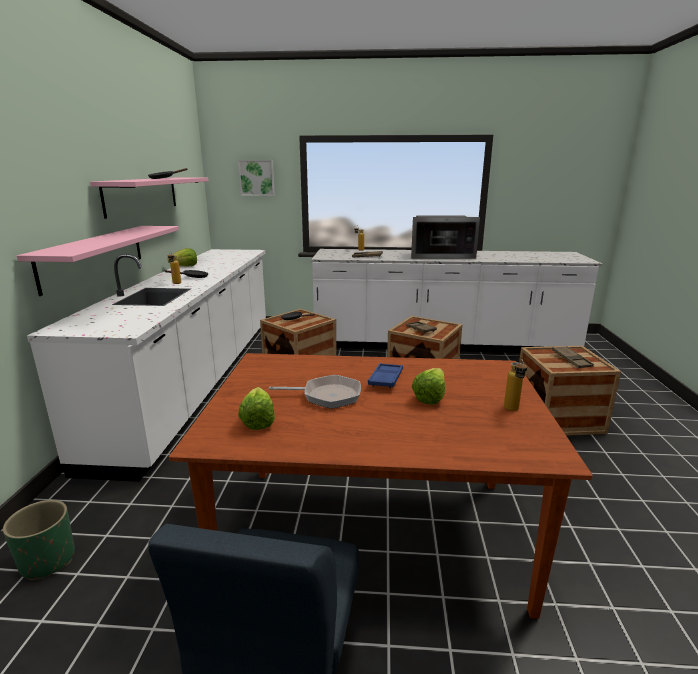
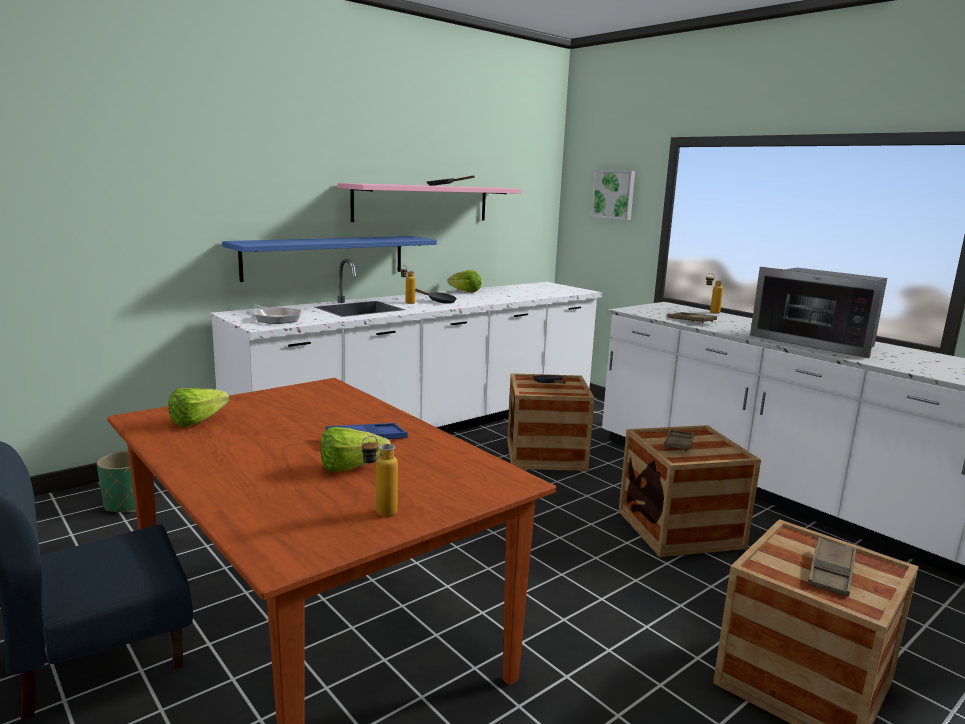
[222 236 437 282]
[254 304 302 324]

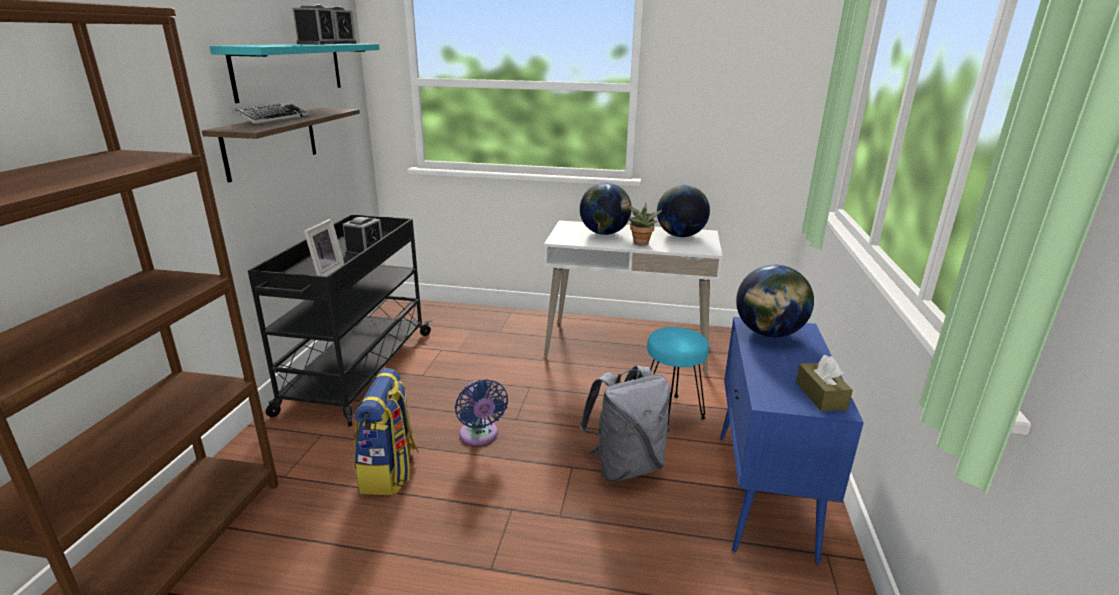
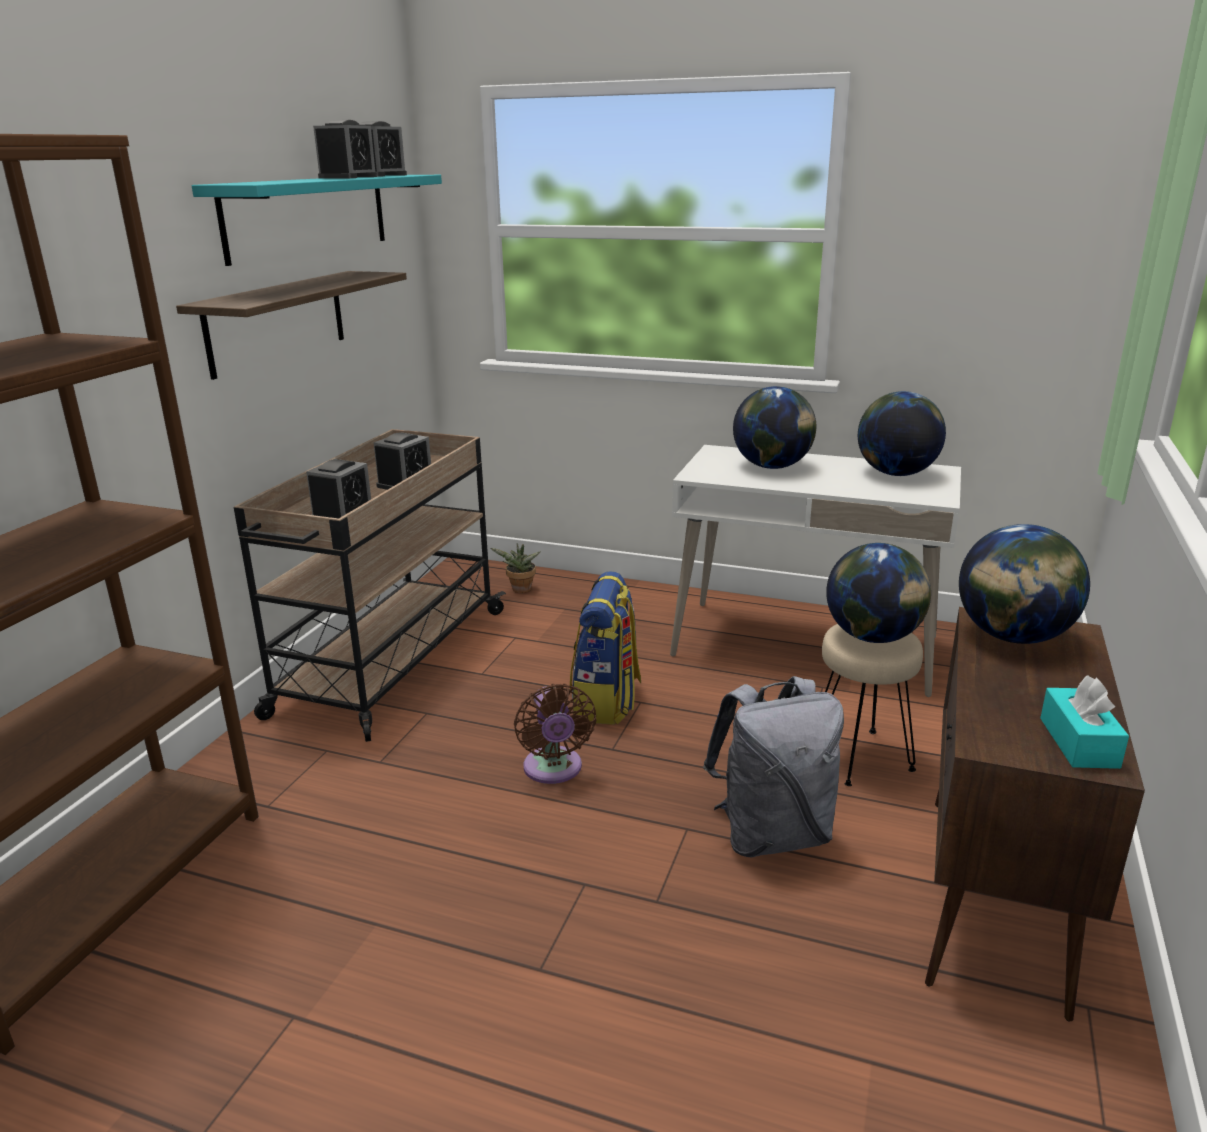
[233 102 309 124] (first image)
[234 429 506 742]
[306 459 371 518]
[570 571 641 725]
[514 684 597 784]
[490 543 541 593]
[822 624 923 786]
[925 607 1145 1022]
[1040 675 1129 769]
[826 543 931 643]

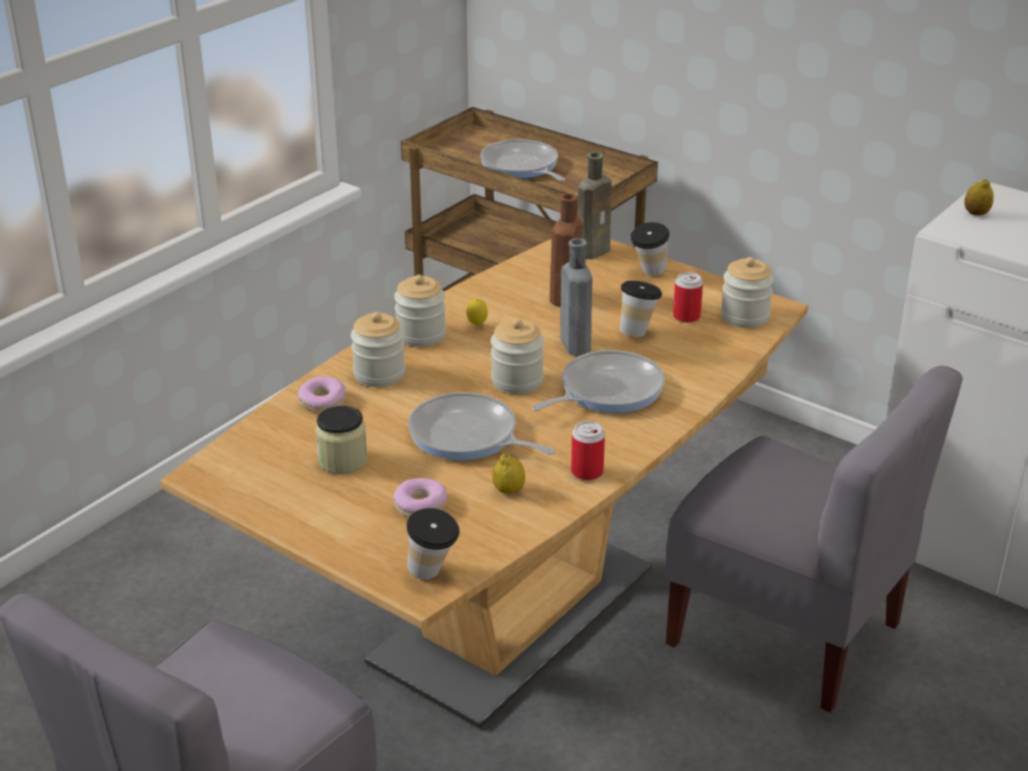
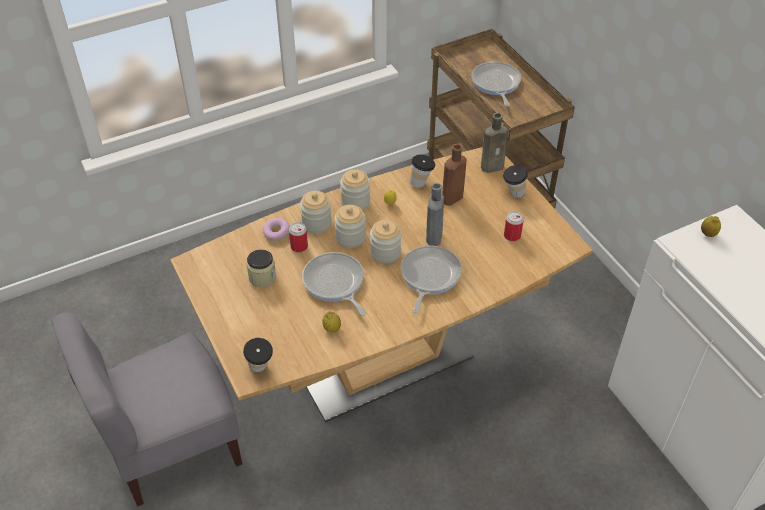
[394 478 447 517] (first image)
[401 246 462 313]
[289 222 308 252]
[410 155 435 188]
[666 366 963 712] (first image)
[334 205 366 248]

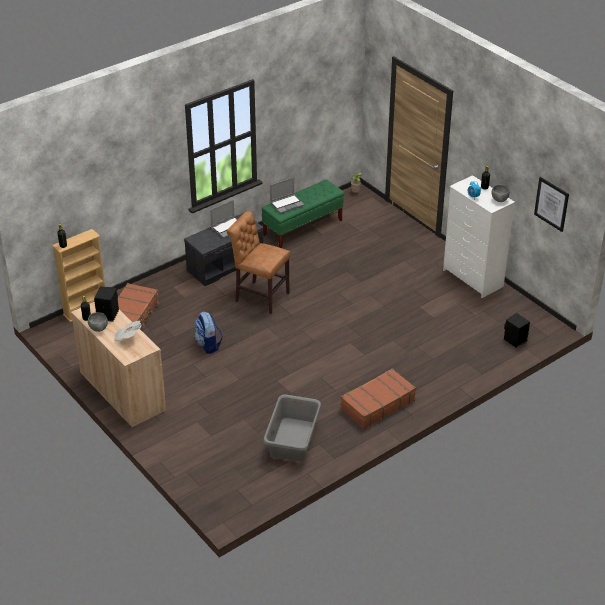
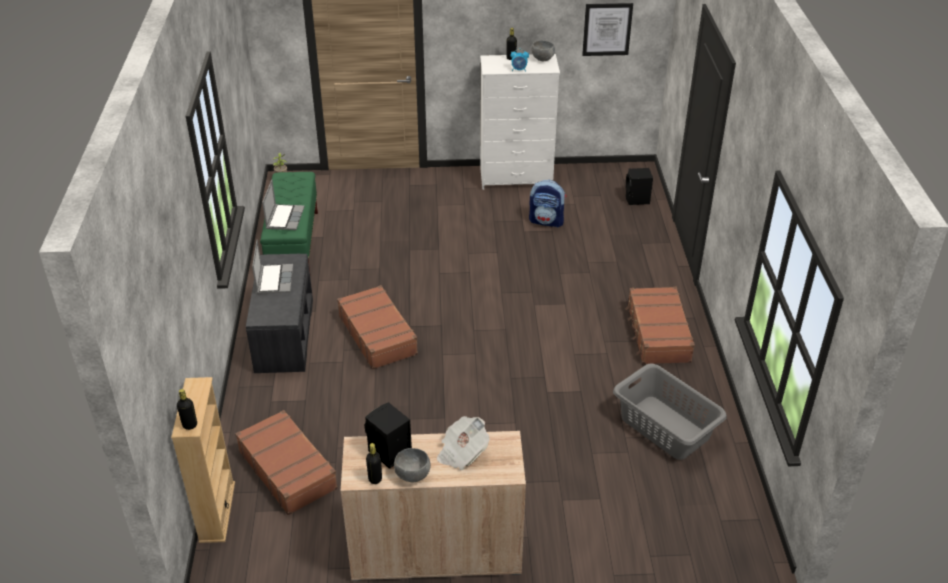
[529 180 566 227]
[337 285 418 370]

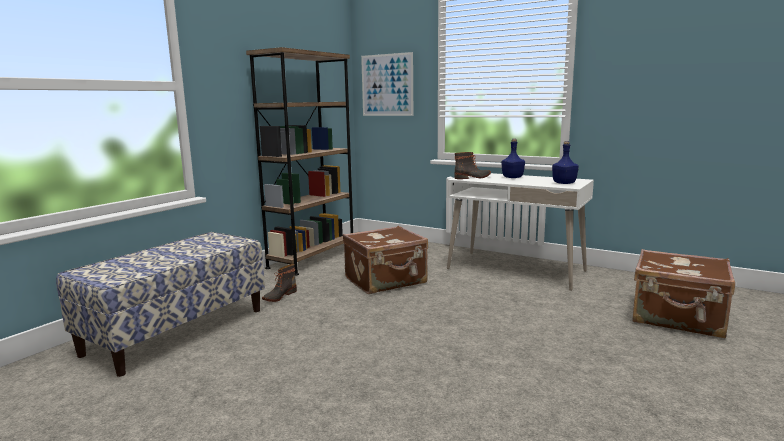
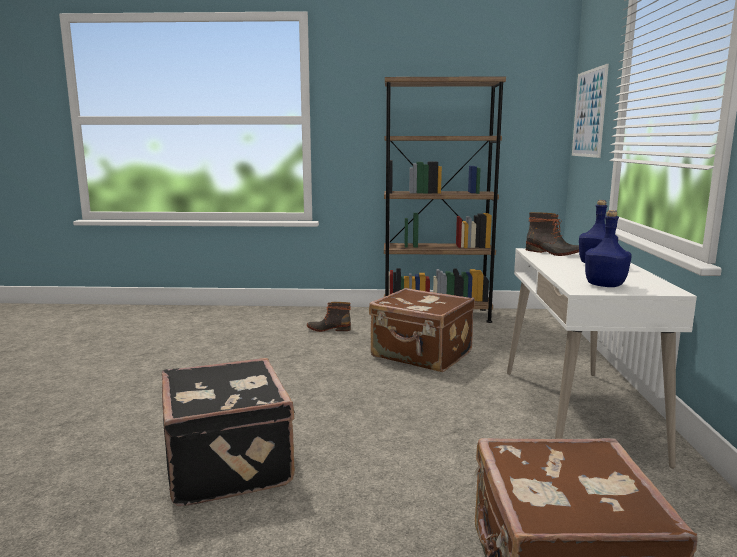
[56 232 265 377] (first image)
[162 358 295 506]

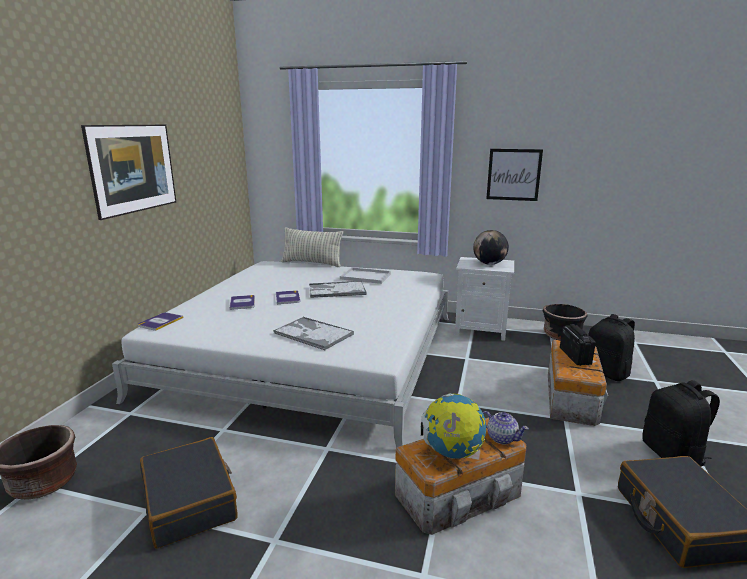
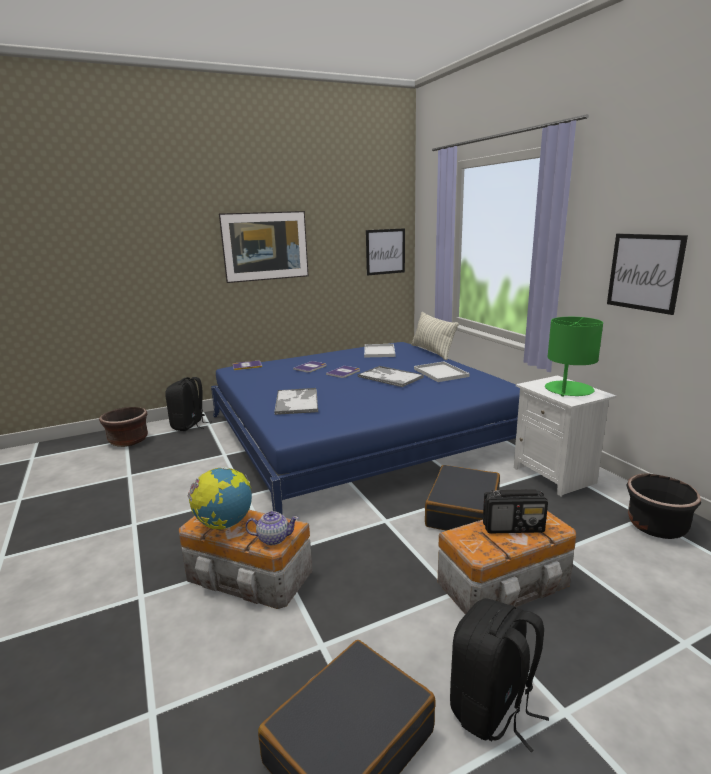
[211 342 520 515]
[425 465 500 531]
[545 317 603 396]
[245 511 299 545]
[483 489 548 533]
[165 377 209 431]
[364 344 395 358]
[366 228 405 276]

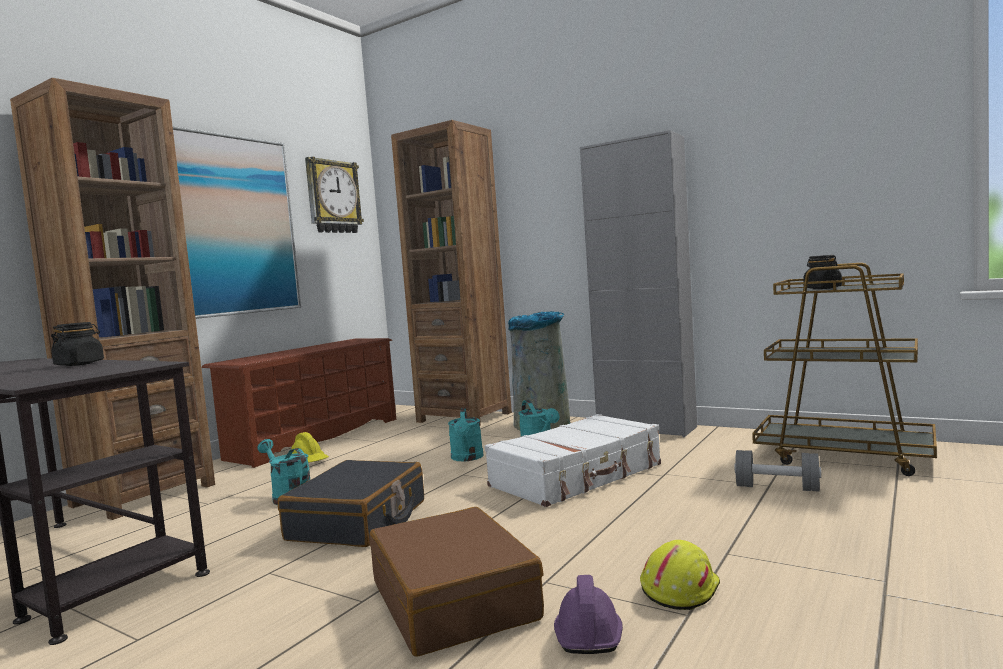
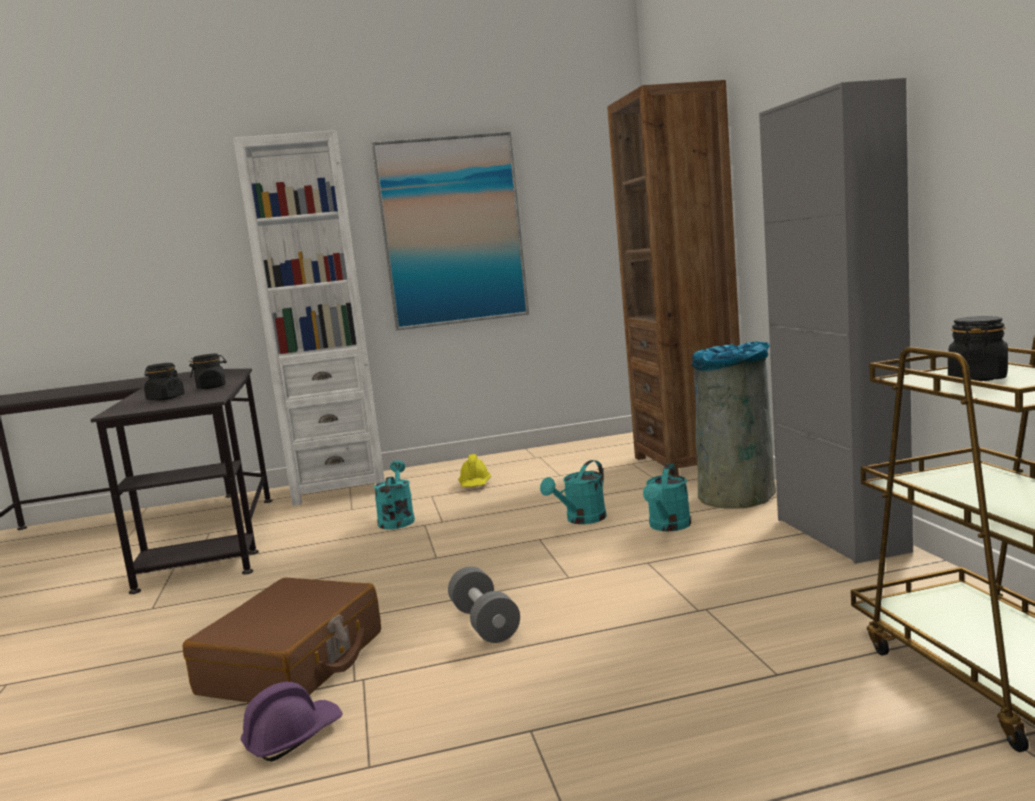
[233 130 385 506]
[201 338 396 468] (first image)
[278 460 424 547] (first image)
[305 157 364 233] (first image)
[485 414 661 507] (first image)
[640 540 720 610] (first image)
[448 566 520 643]
[144 363 185 400]

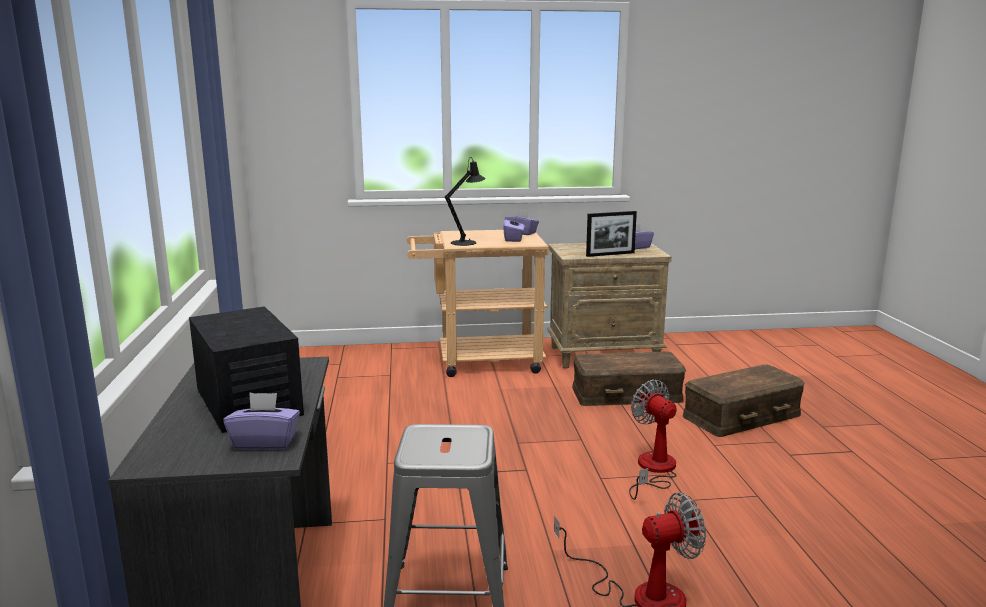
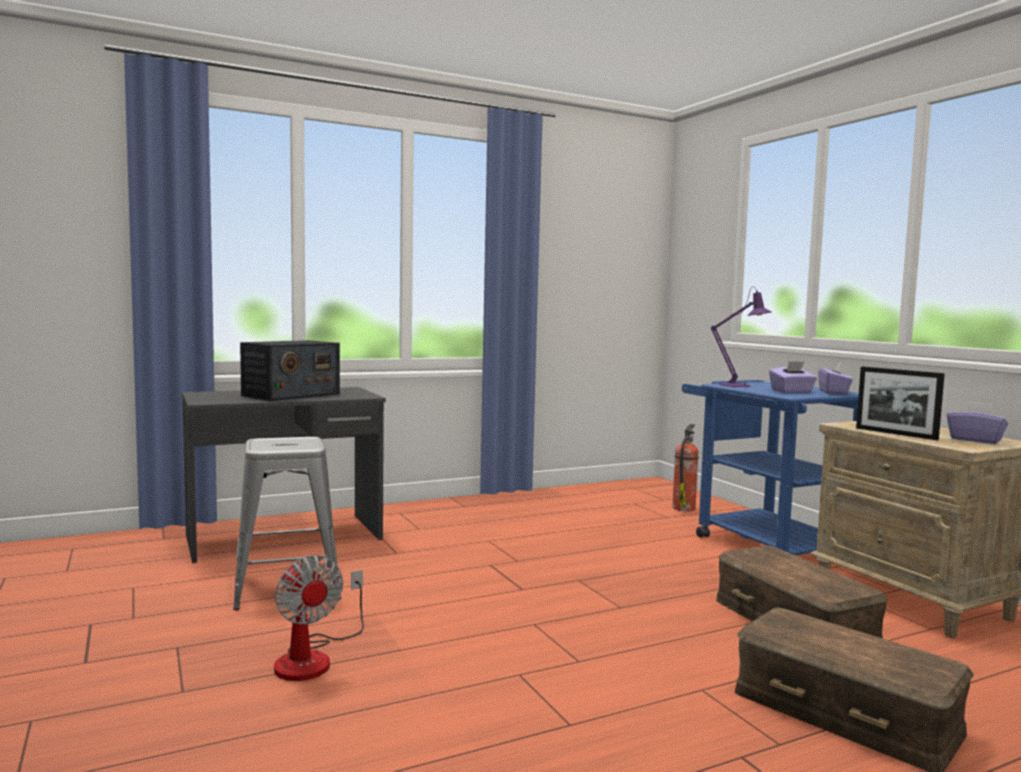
[223 392 300 450] (first image)
[682 380 859 555]
[711 287 771 387]
[629 380 677 500] (first image)
[672 424 699 511]

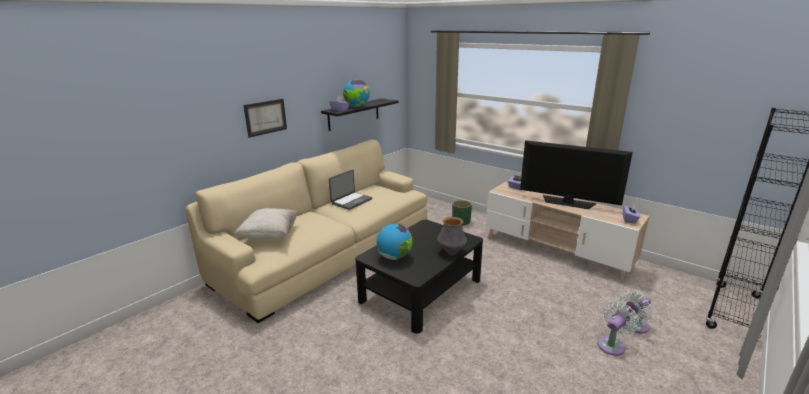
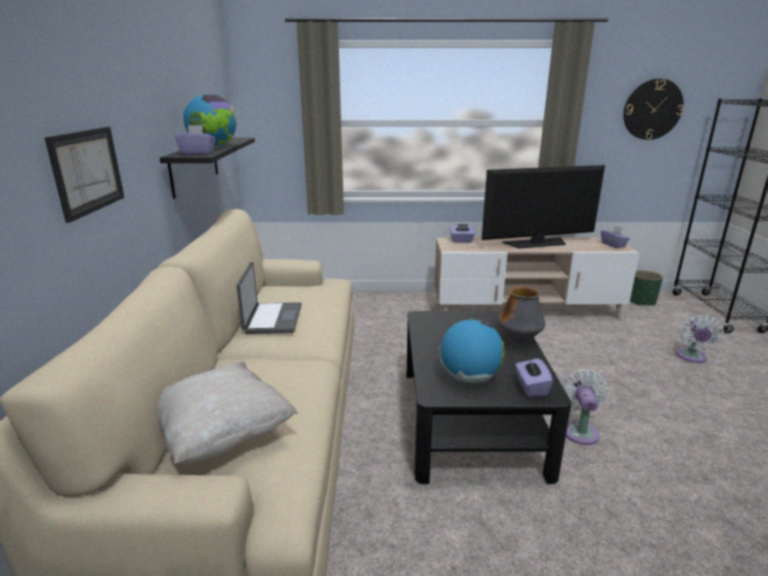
[630 270 663 306]
[561 369 609 445]
[515 358 553 397]
[623 79 684 140]

